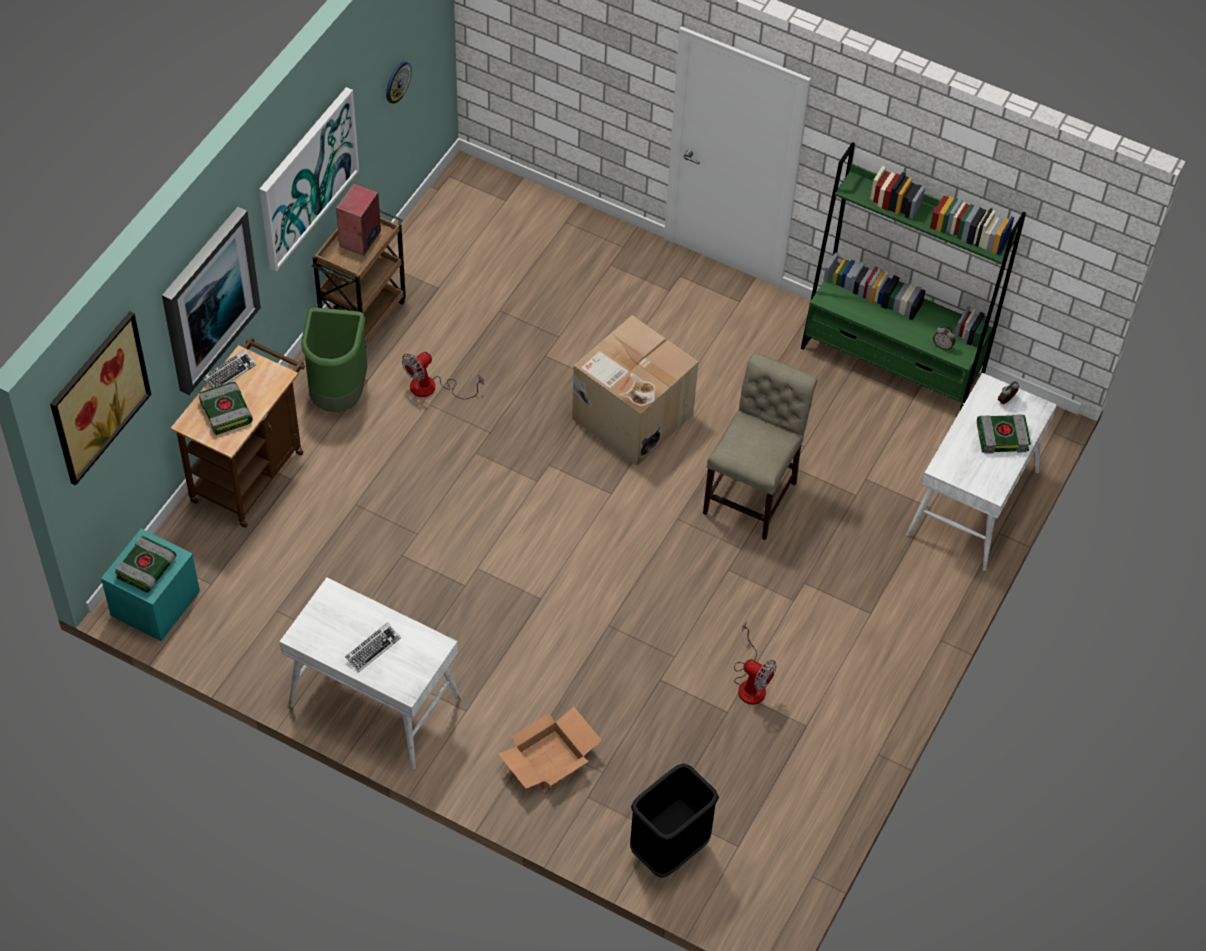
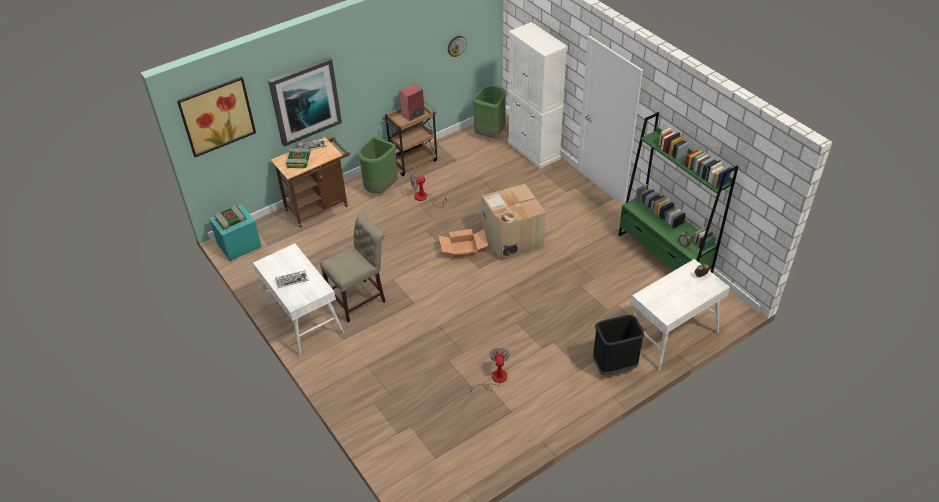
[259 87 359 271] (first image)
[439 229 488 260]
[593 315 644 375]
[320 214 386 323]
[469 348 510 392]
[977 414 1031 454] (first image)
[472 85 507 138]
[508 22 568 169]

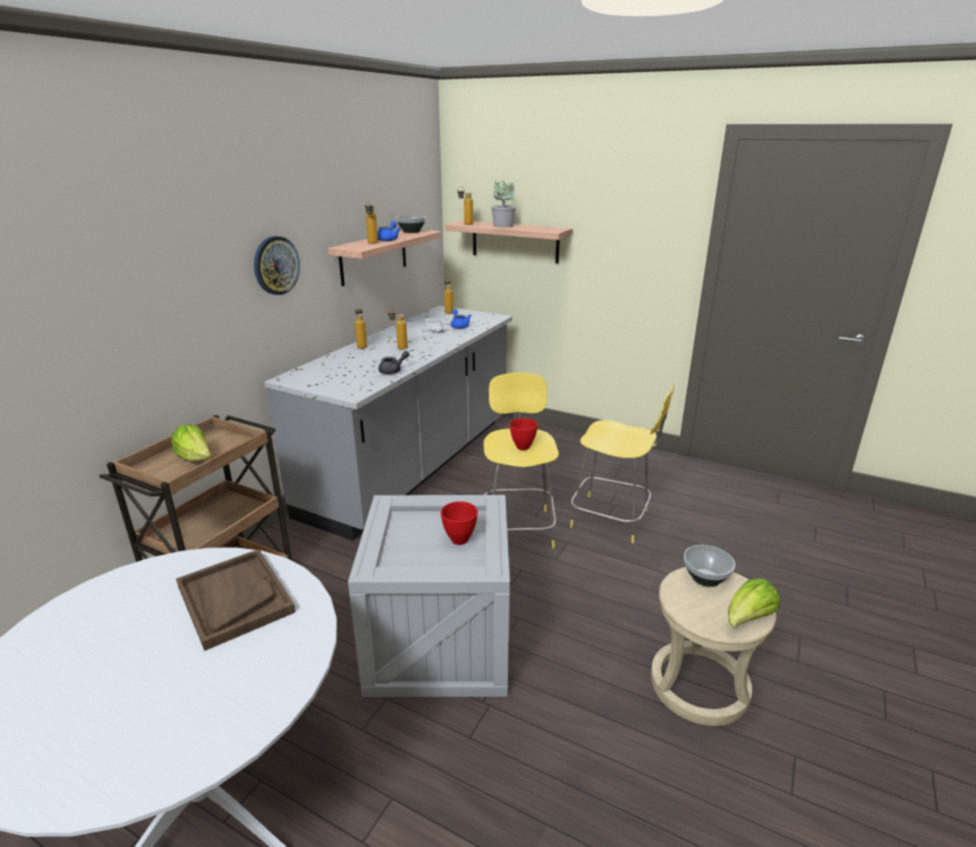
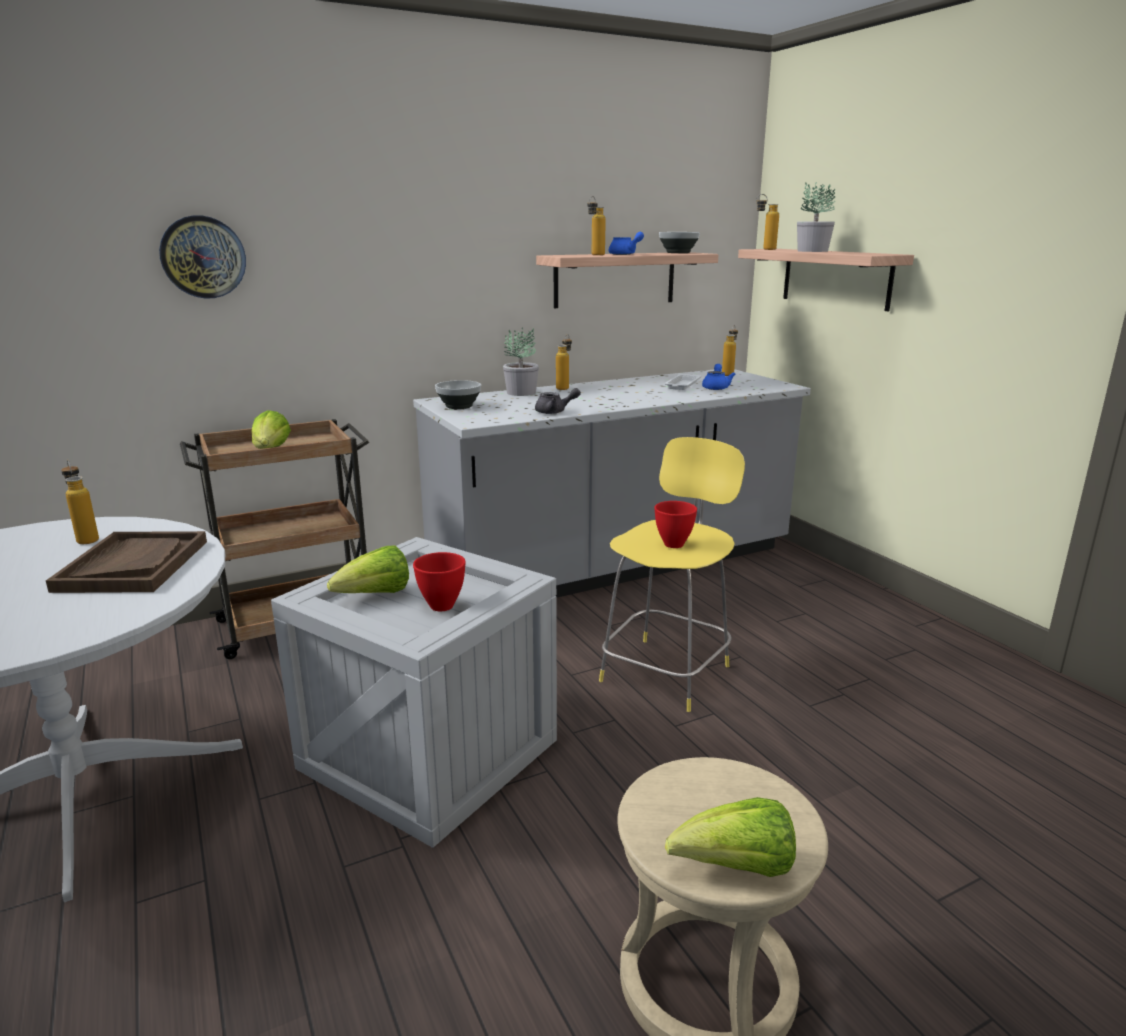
[159 215 246 299]
[61 459 99 544]
[570 384 674 543] (first image)
[435 380 481 409]
[327 545 409 593]
[503 328 539 396]

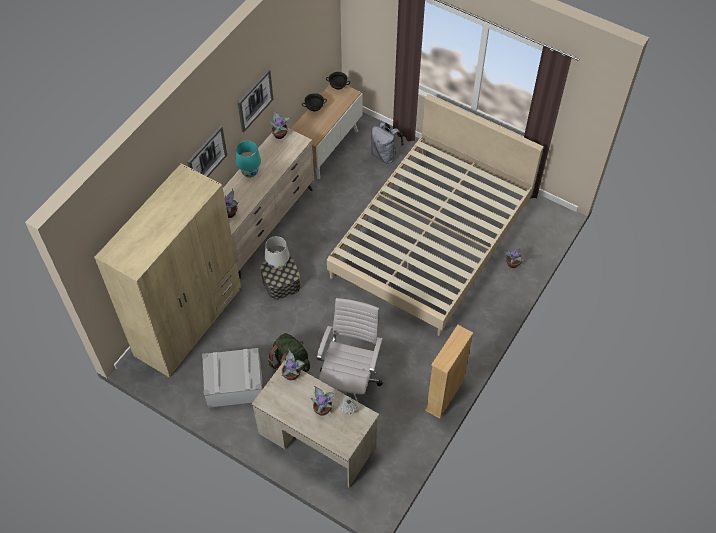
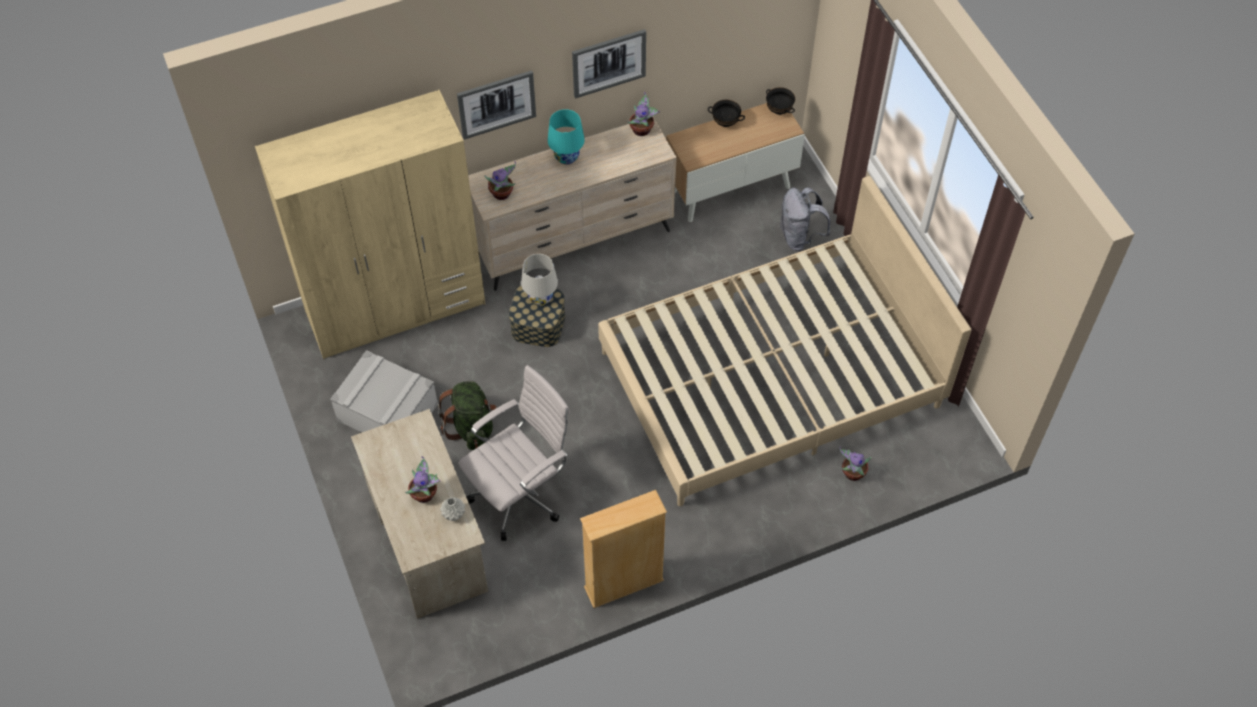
[282 349 305 380] (first image)

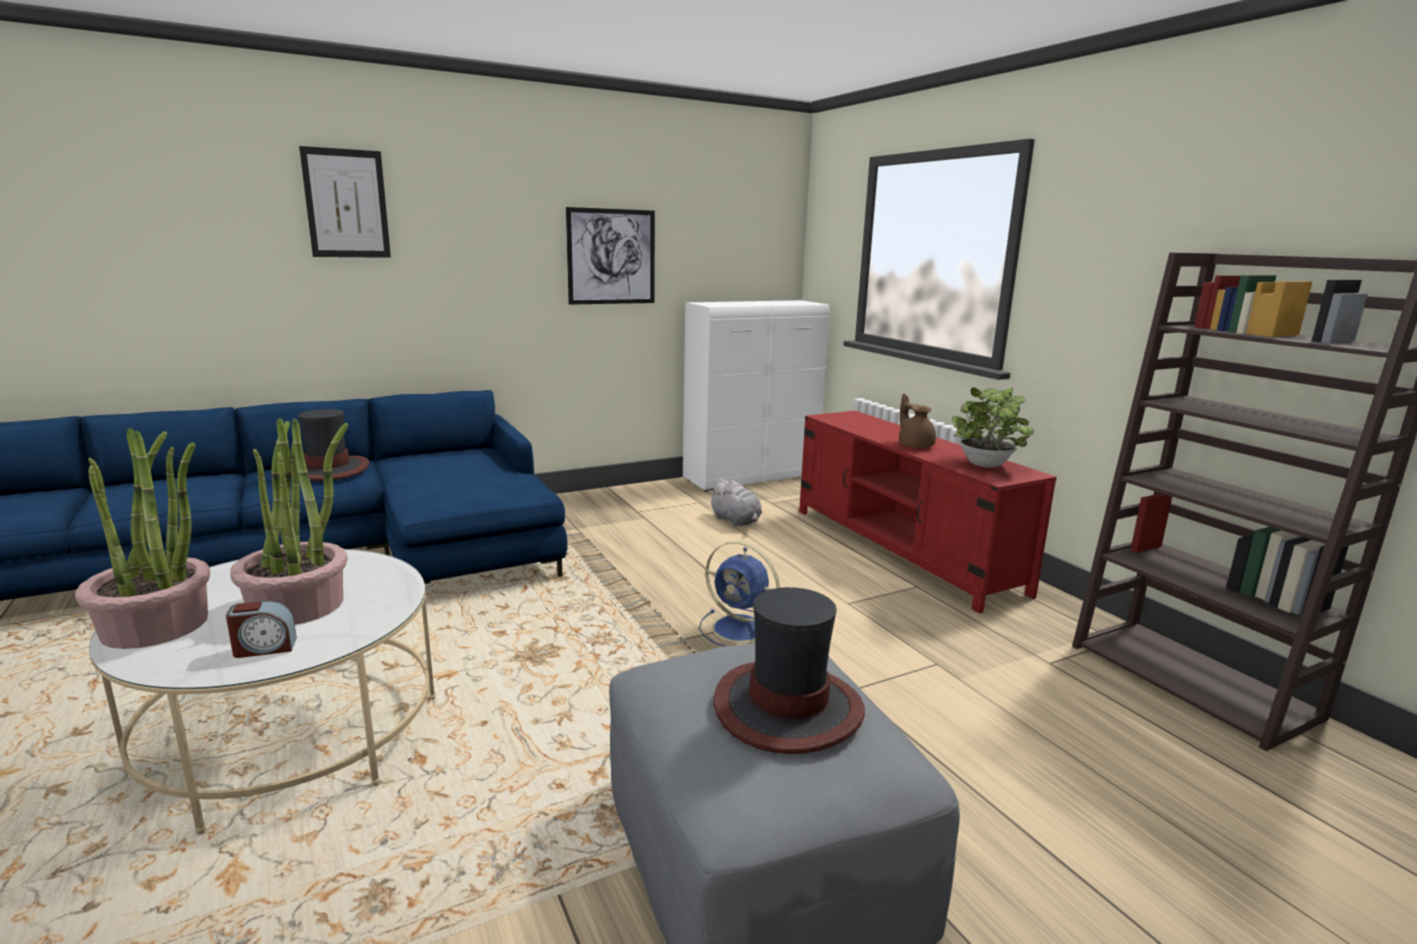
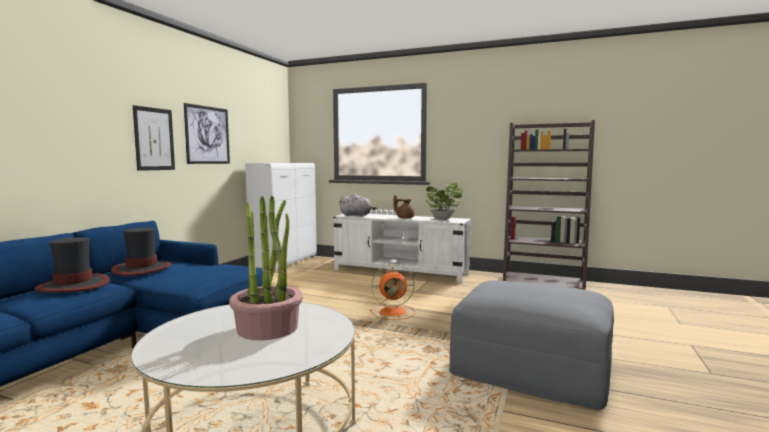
[75 428 210 649] (first image)
[226 601 297 658] (first image)
[133 105 175 171]
[370 264 415 320]
[340 194 377 217]
[111 228 172 276]
[333 214 471 283]

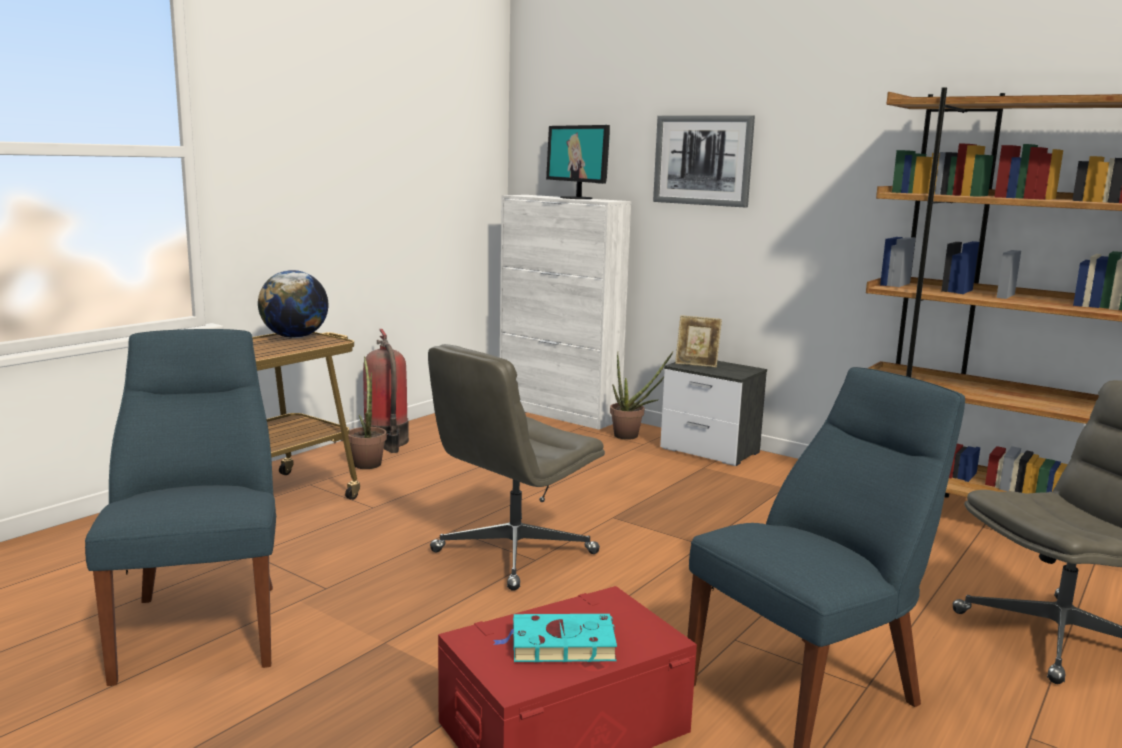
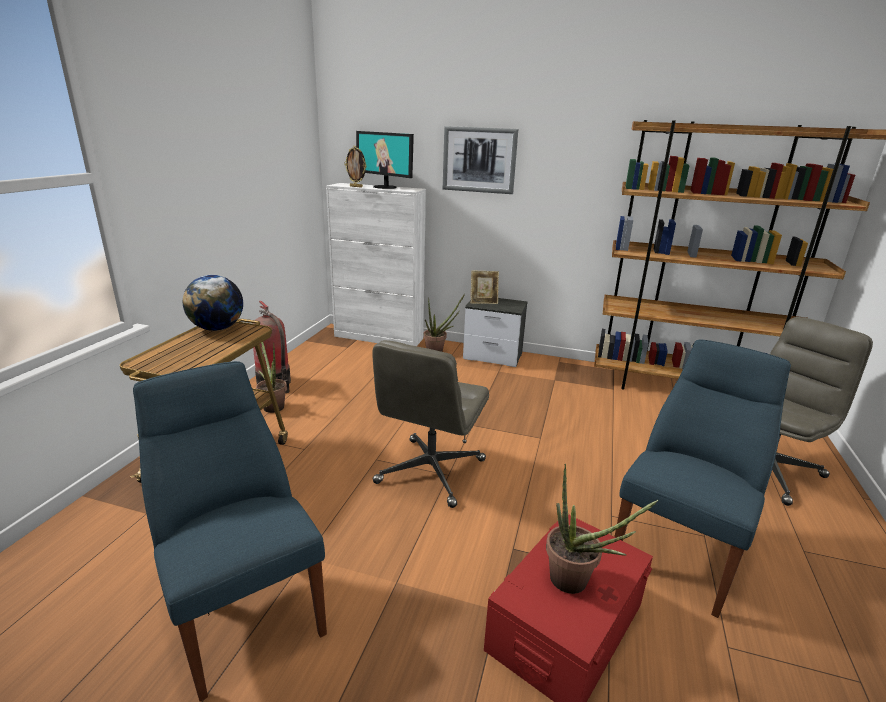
[546 464 659 594]
[344 146 366 188]

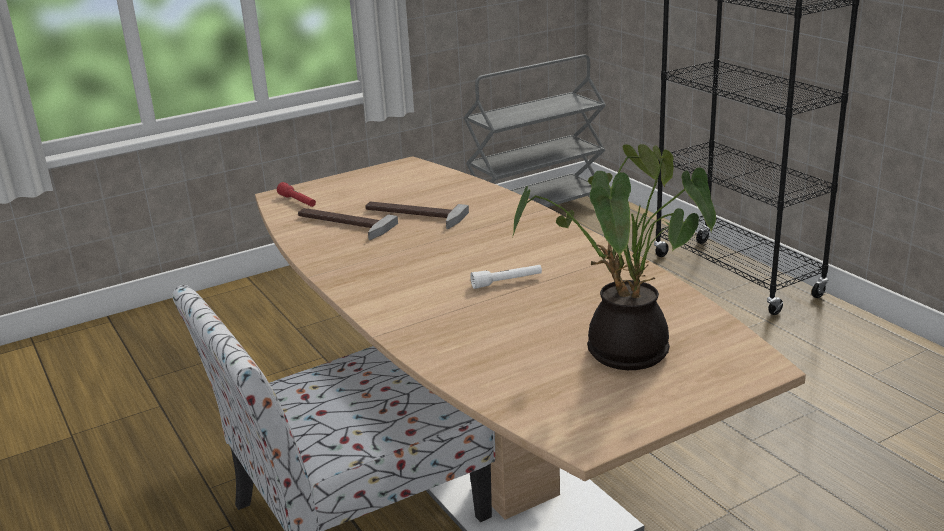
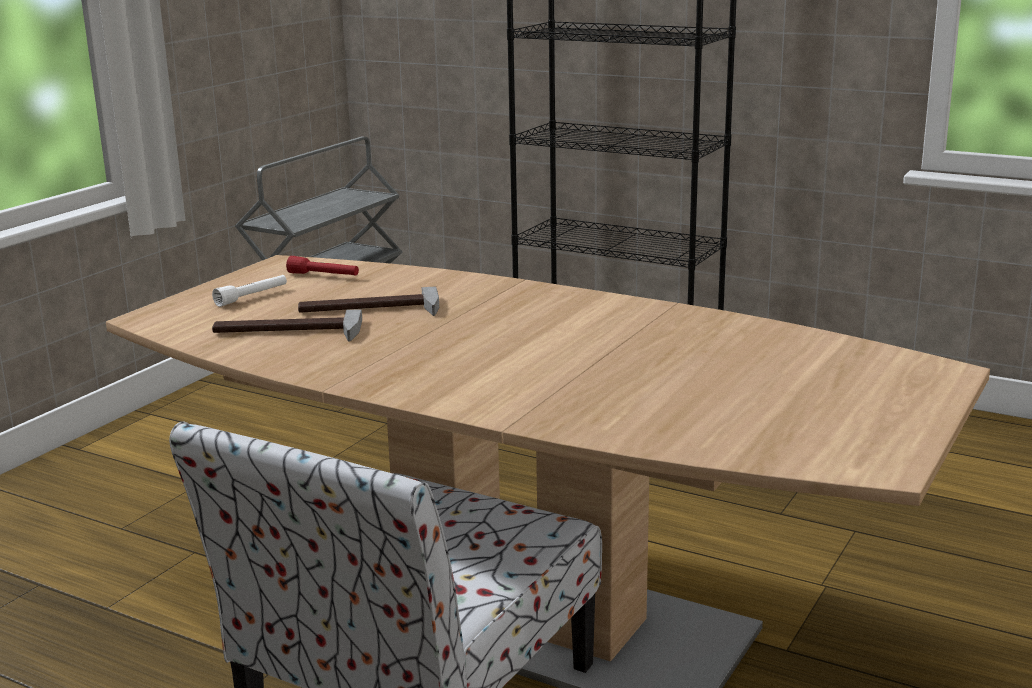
[286 256 359 275]
[212 275 287 307]
[512 144 716 370] (first image)

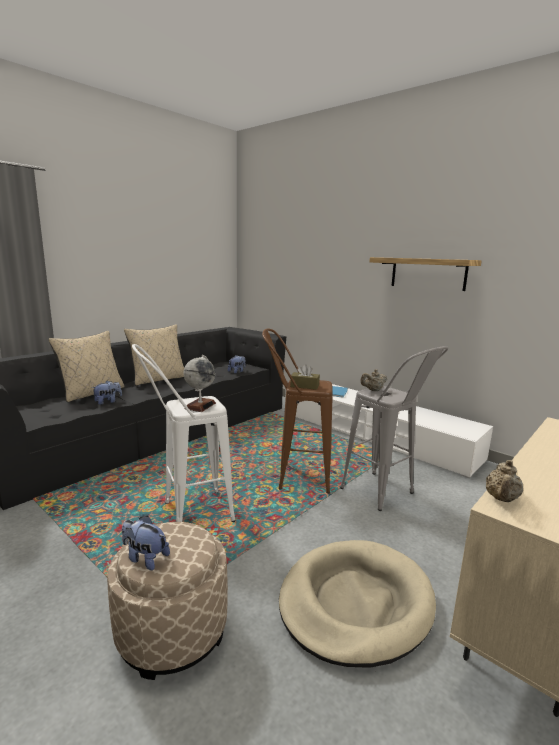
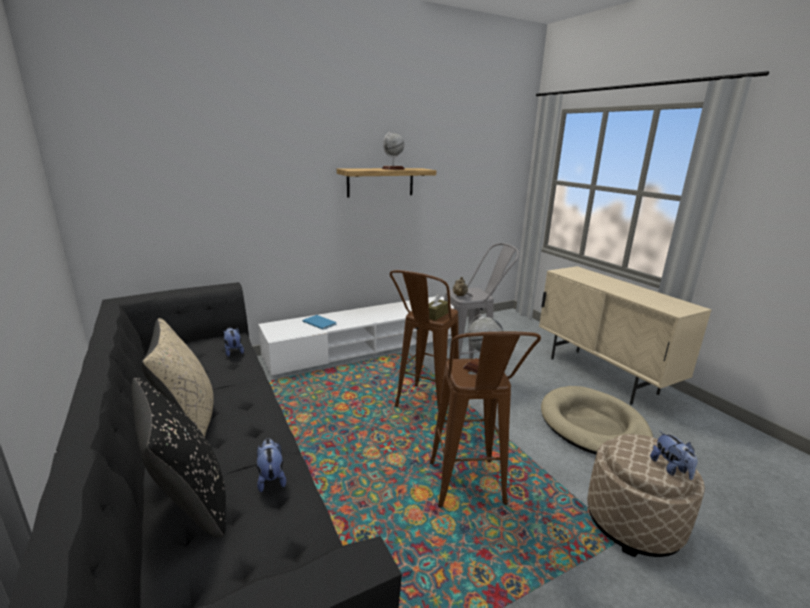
[132 377 226 538]
[650 431 697 480]
[430 332 541 508]
[486 460 523 502] (first image)
[382 132 404 170]

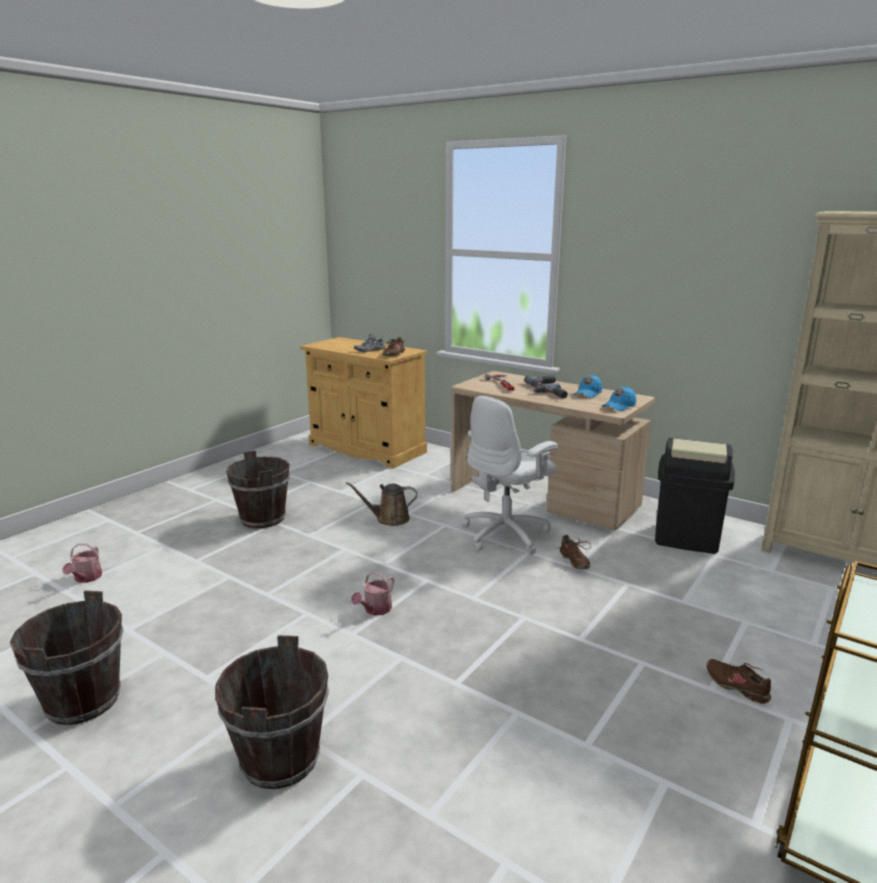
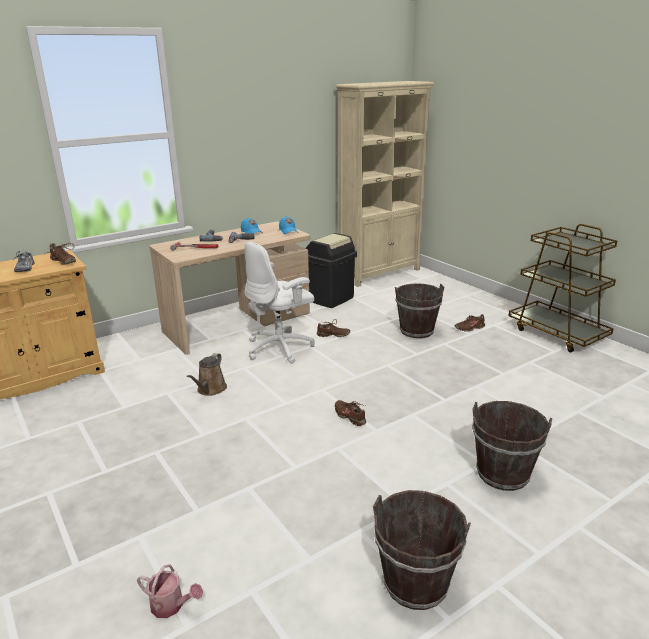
[395 283 445 338]
[335 400 367 426]
[245 241 315 364]

